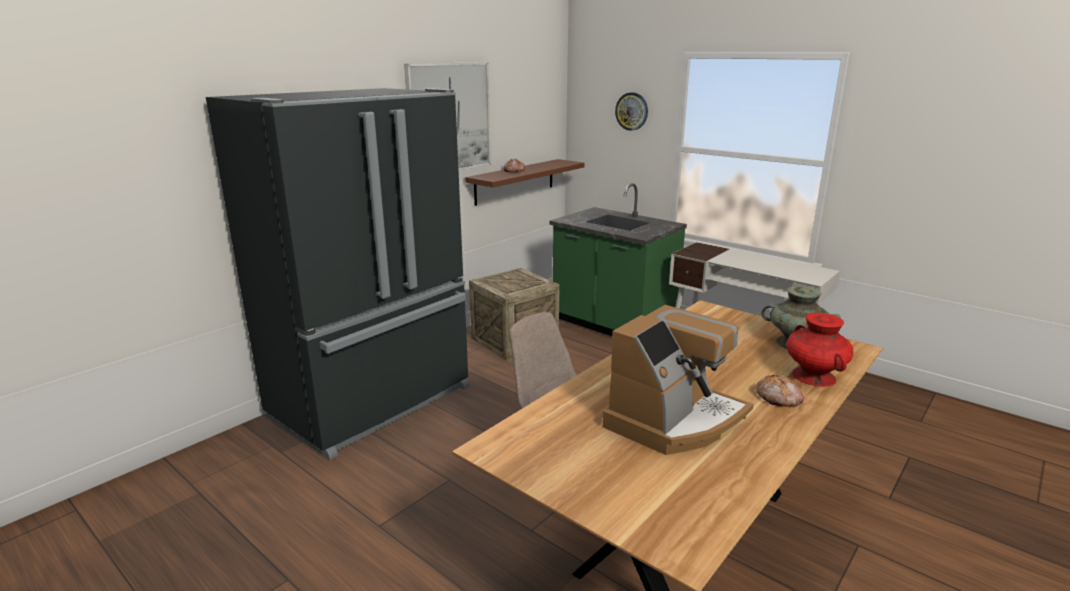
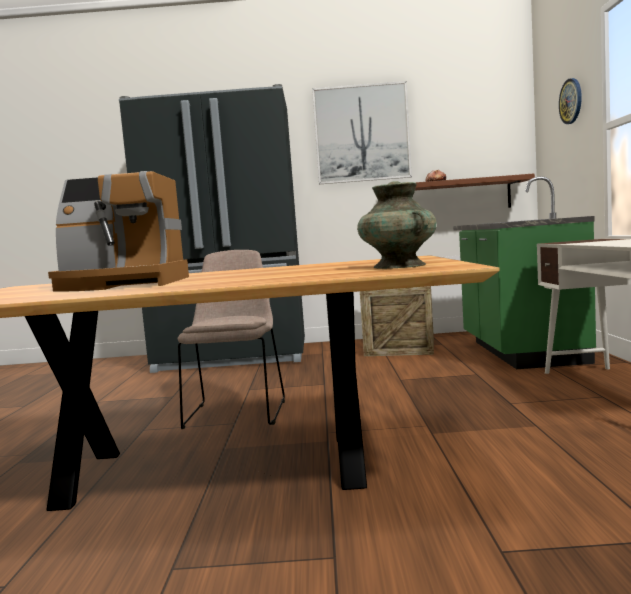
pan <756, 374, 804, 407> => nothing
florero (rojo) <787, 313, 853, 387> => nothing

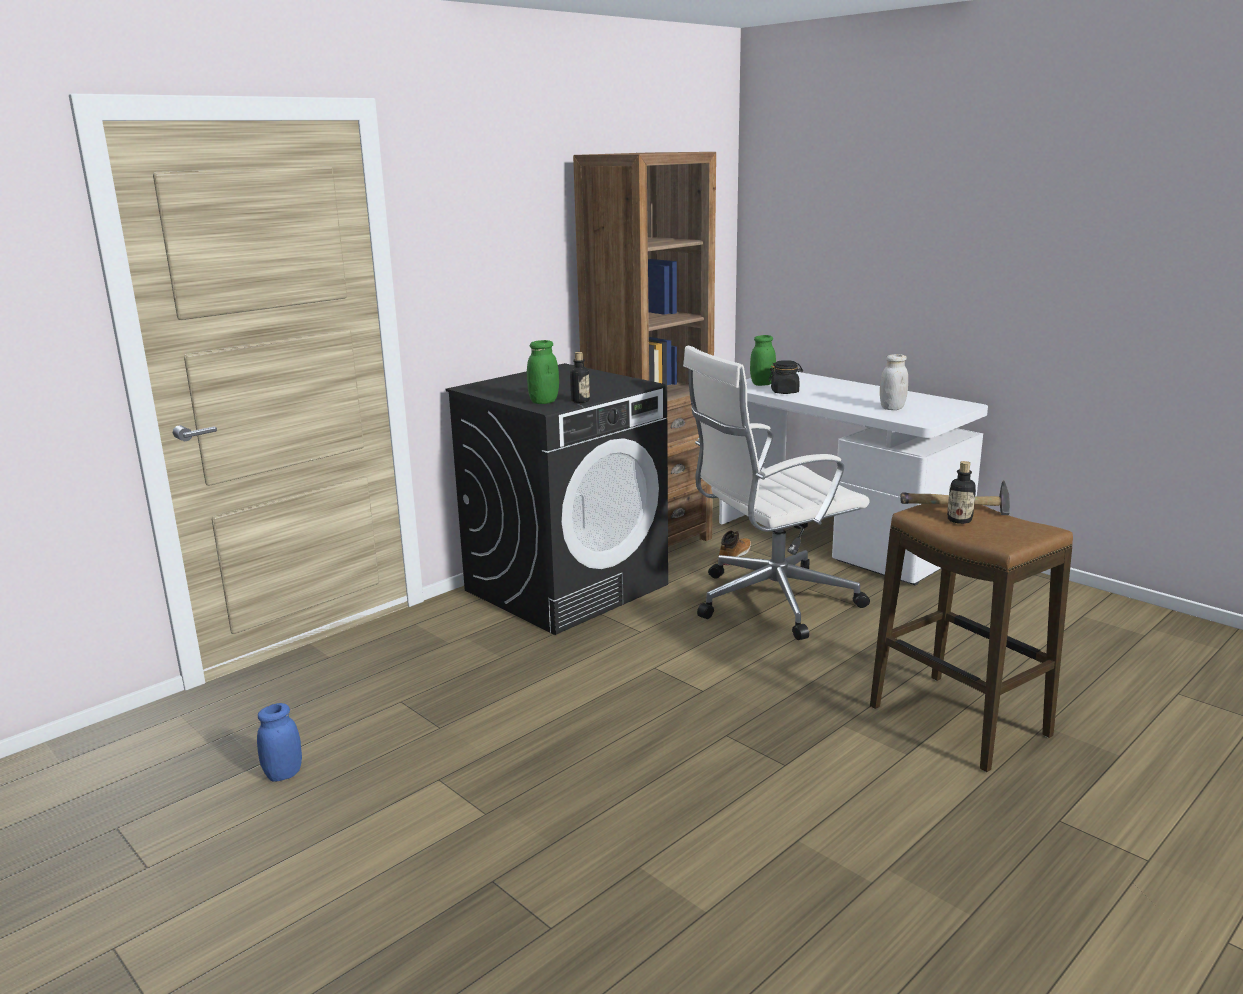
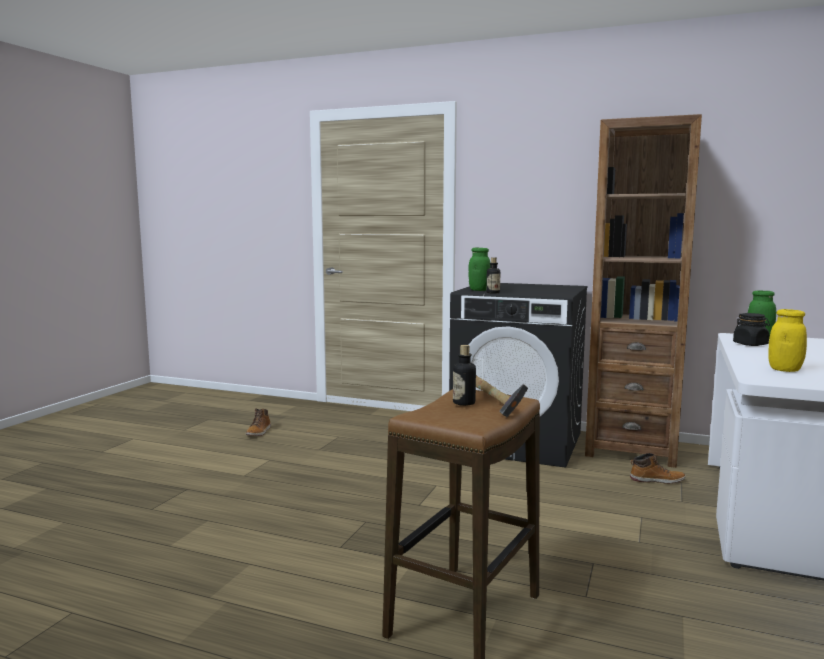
silla de oficina (blanco) <683, 346, 870, 640> => nothing
tarro (azul) <257, 703, 302, 782> => bota <246, 408, 271, 436>
tarro (blanco) <880, 354, 908, 410> => tarro (amarillo) <768, 309, 807, 372>

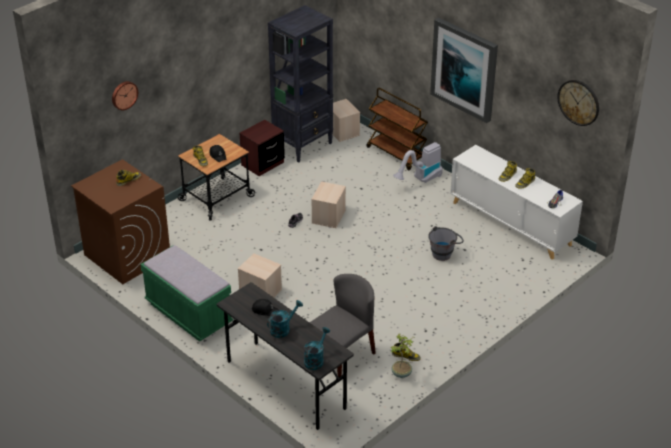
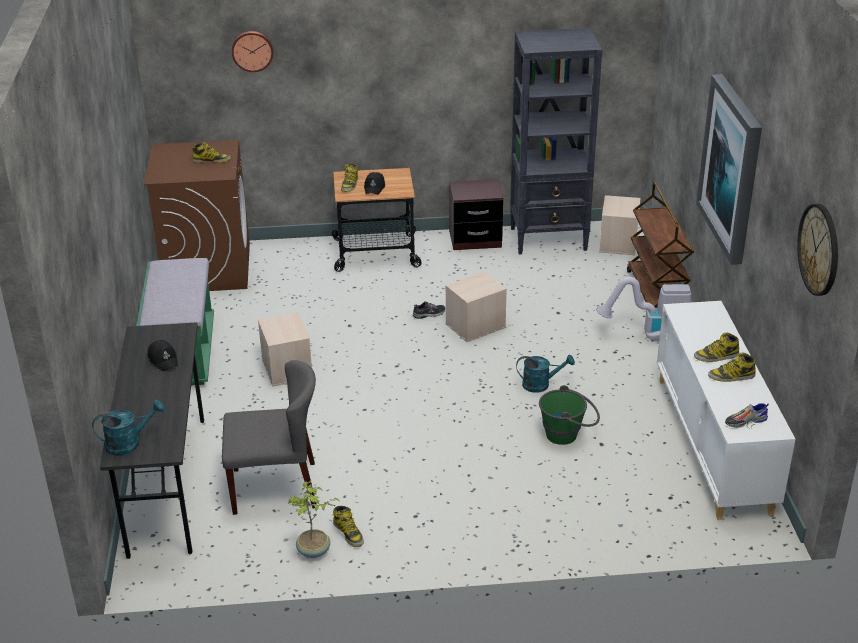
regadera (turquesa) <267, 300, 303, 338> => regadera (turquesa) <516, 355, 575, 393>, relocated
cubo (gris) <428, 226, 464, 261> => cubo (verde) <539, 385, 600, 445>

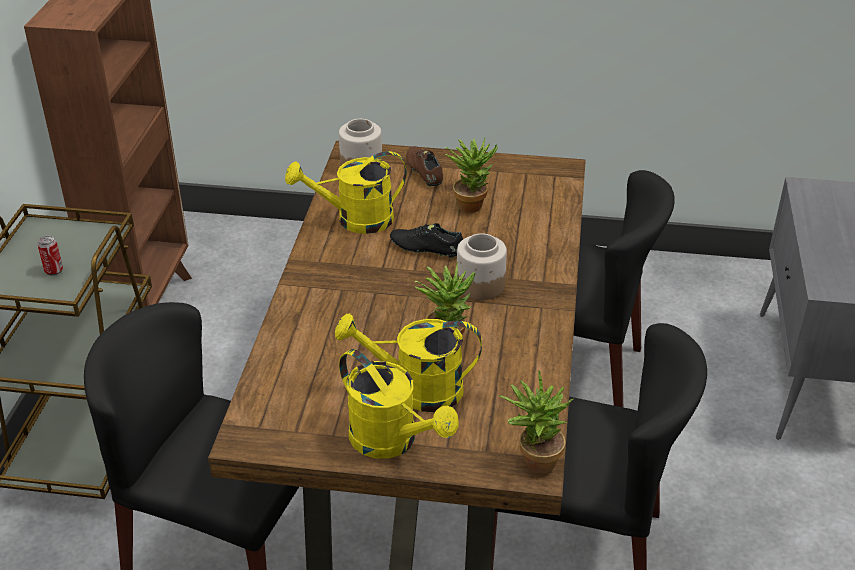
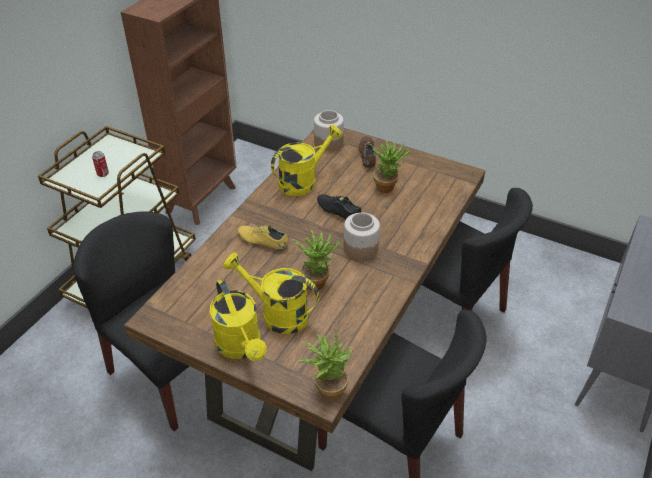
nothing => zapato (amarillo) <238, 225, 288, 252>
regadera (amarillo) <285, 151, 407, 234> => regadera (amarillo) <271, 125, 342, 196>, 135 degrees clockwise

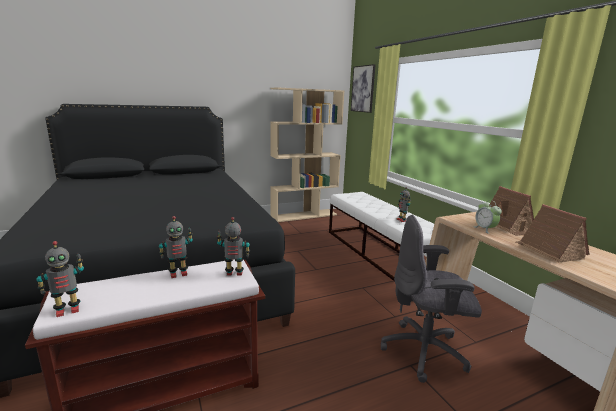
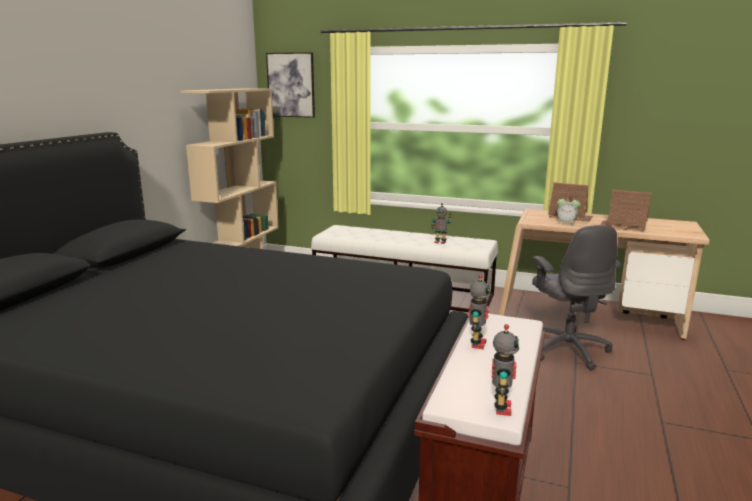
robot de juguete <217, 217, 250, 276> => nothing
silla de oficina (gris) <381, 215, 482, 383> => silla de oficina (gris) <532, 225, 621, 371>, 60 degrees counterclockwise

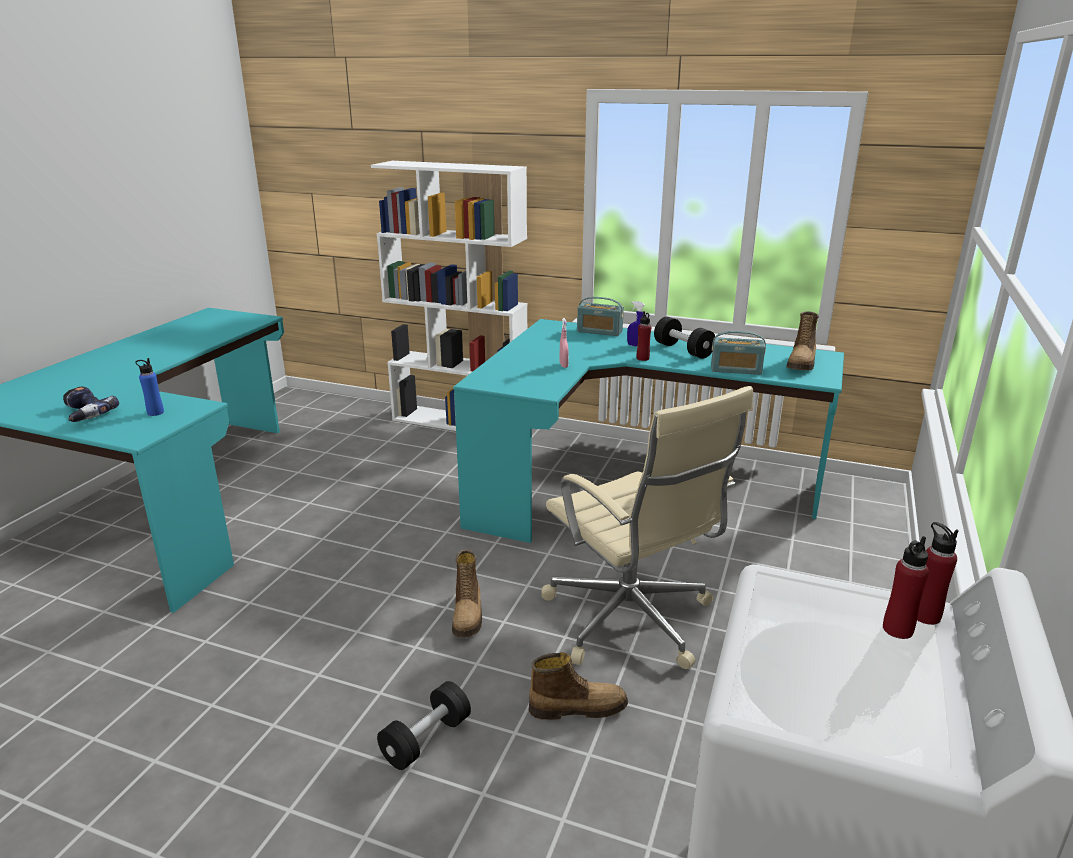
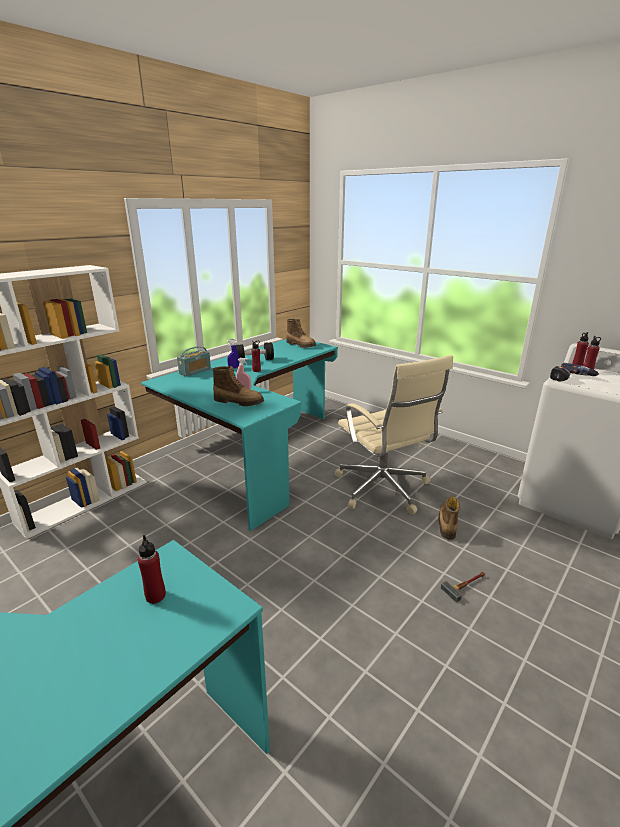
radio <711, 331, 766, 375> => nothing
taladro <63, 386, 119, 422> => taladro <550, 363, 599, 382>, relocated
bota <452, 549, 482, 638> => bota <212, 366, 264, 406>, relocated
mancuerna (negro) <377, 681, 471, 770> => martillo <440, 572, 485, 602>
botella (azul) <135, 358, 164, 416> => botella (rojo) <138, 535, 166, 604>
silla de oficina (beis) <541, 386, 753, 669> => silla de oficina (beis) <335, 355, 453, 514>, 75 degrees clockwise

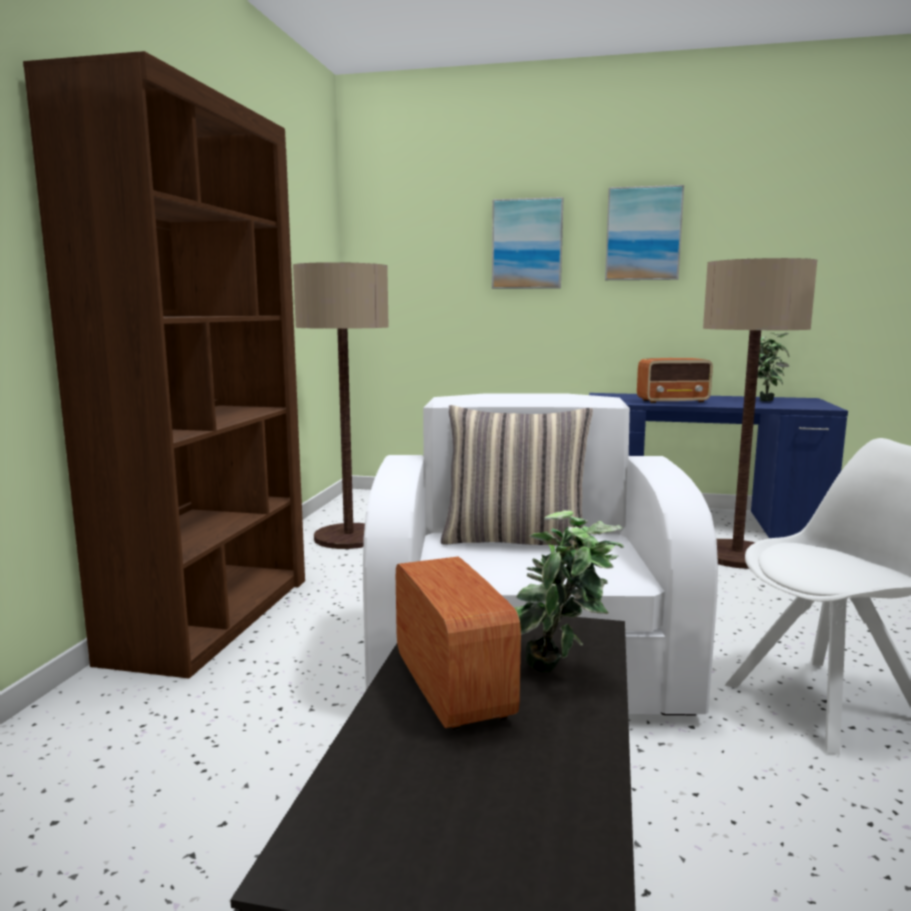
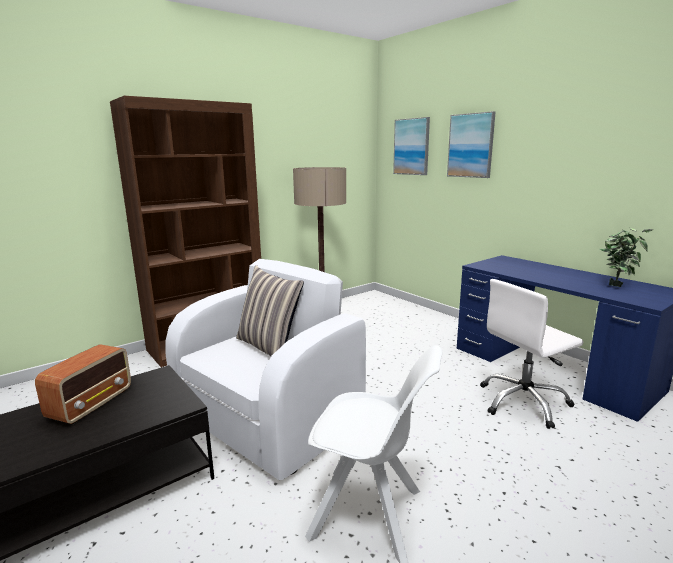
planta en maceta <515, 510, 624, 672> => nothing
radio <637, 358, 713, 403> => nothing
cuadro <605, 185, 684, 280> => cuadro <393, 117, 430, 175>, relocated
lámpara de pie <703, 258, 817, 569> => silla de oficina (blanco) <480, 279, 583, 429>

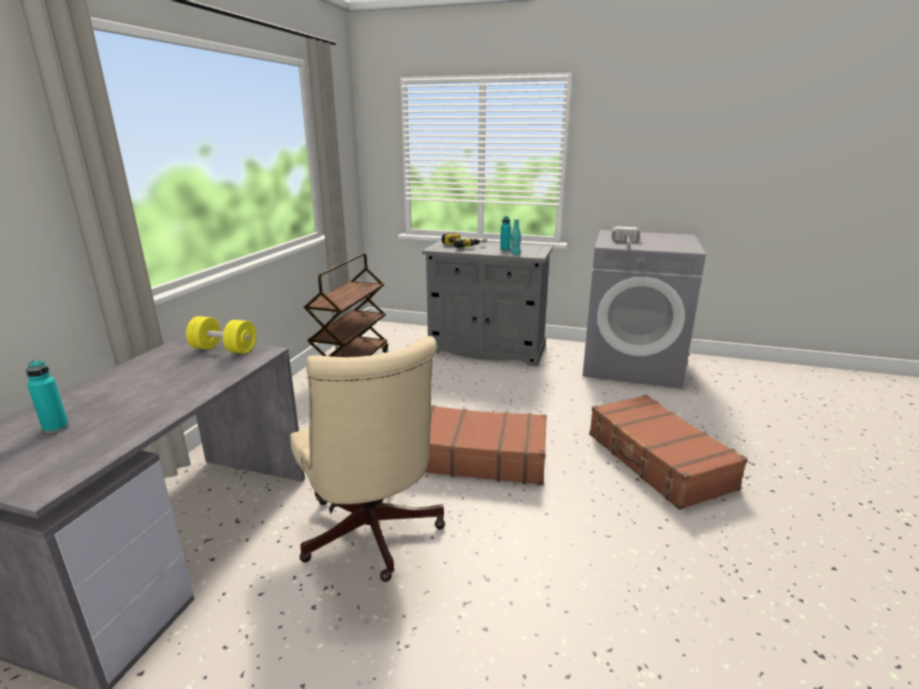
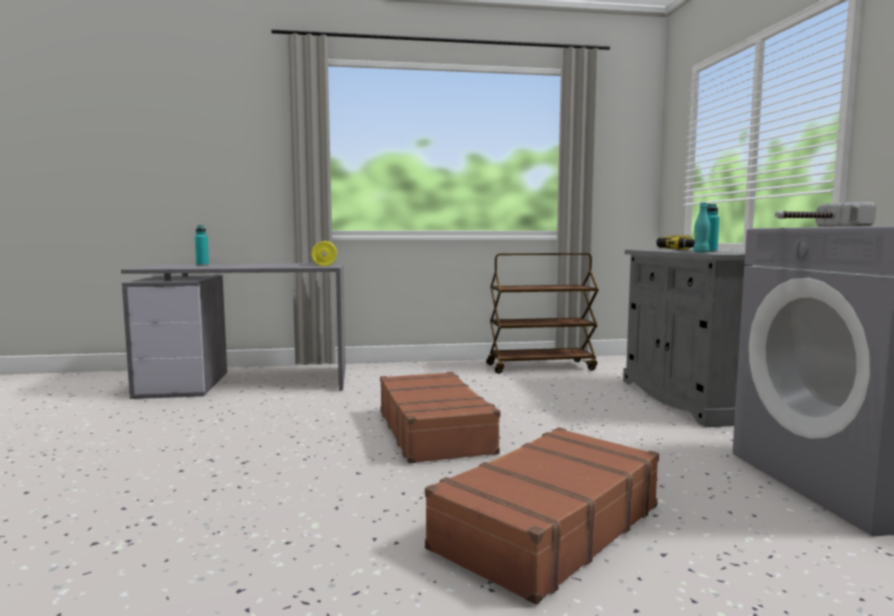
silla de oficina (beis) <290, 336, 445, 582> => nothing

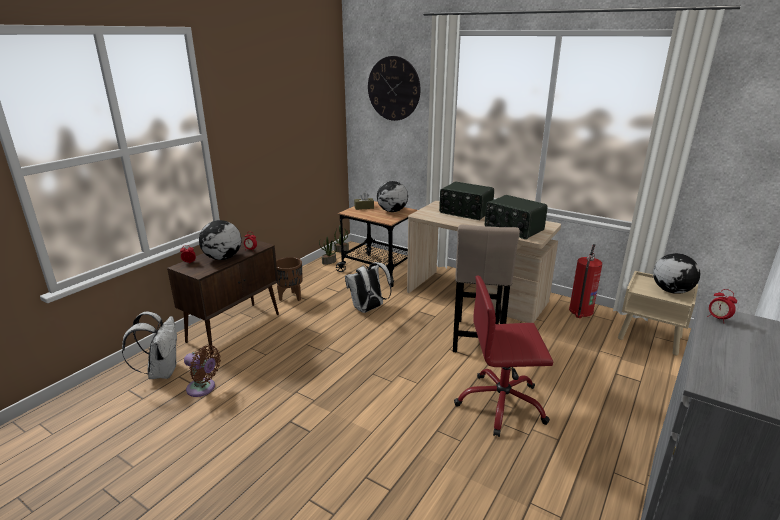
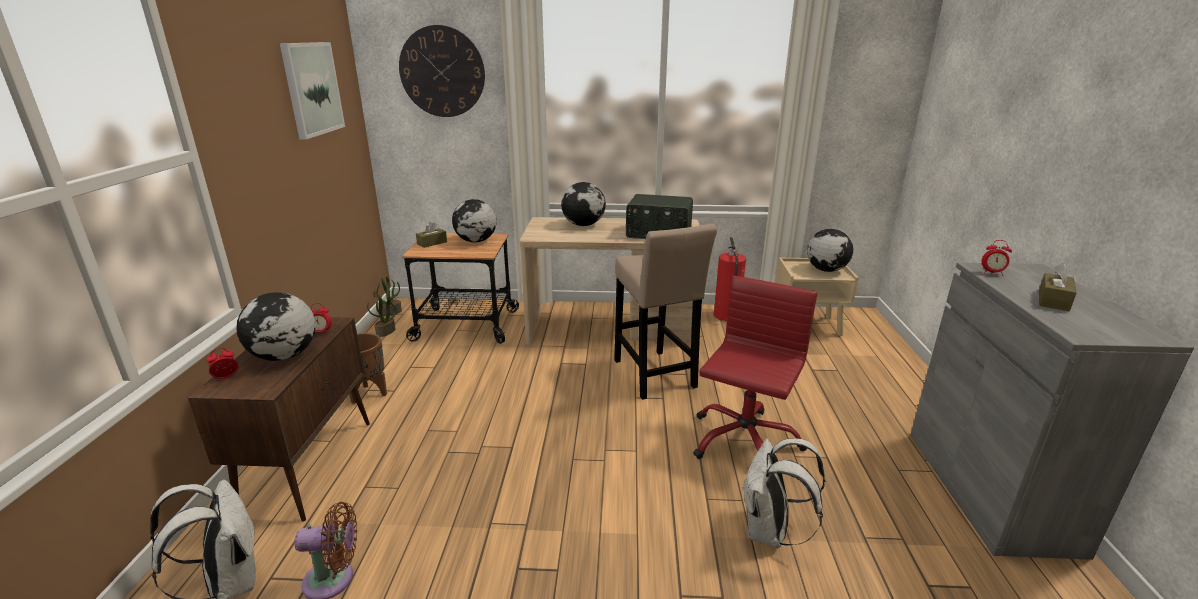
nothing => cuadro <280, 42, 345, 140>
nothing => caja de pañuelos (marrón) <1039, 263, 1076, 311>
mochila (blanco) <345, 262, 392, 313> => mochila (blanco) <742, 438, 825, 548>, relocated
radio <439, 182, 494, 220> => globo terráqueo <561, 182, 606, 226>
silla de oficina (rojo) <454, 276, 553, 437> => silla de oficina (rojo) <693, 276, 817, 459>, 150 degrees clockwise

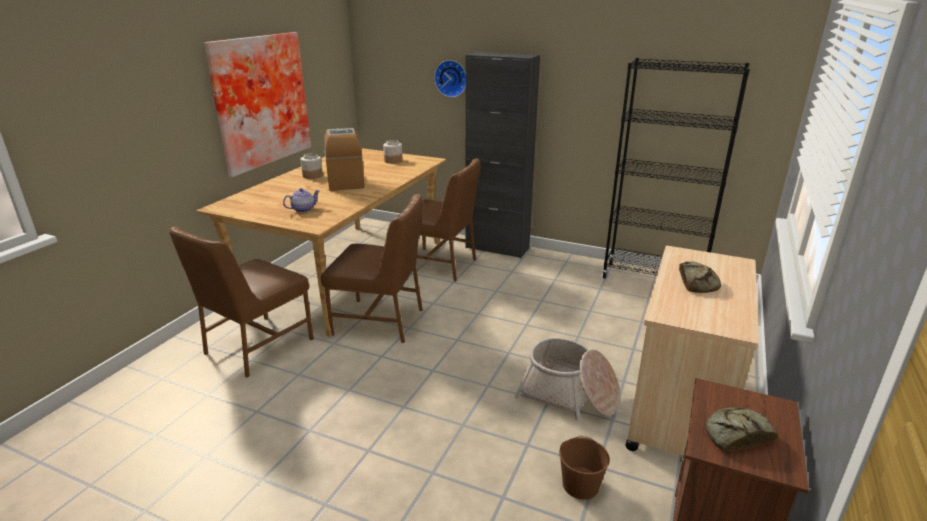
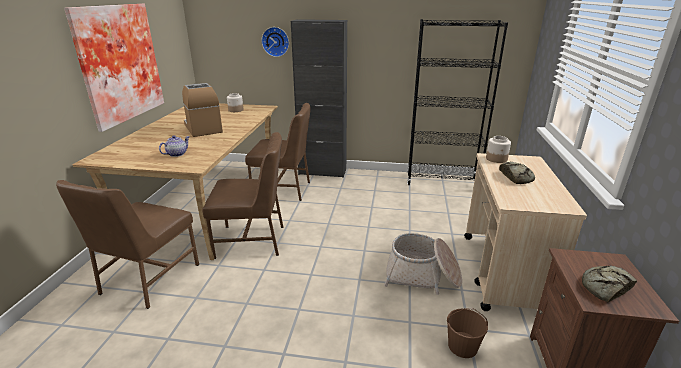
tarro <301, 153, 323, 179> => tarro <486, 136, 511, 163>, relocated

